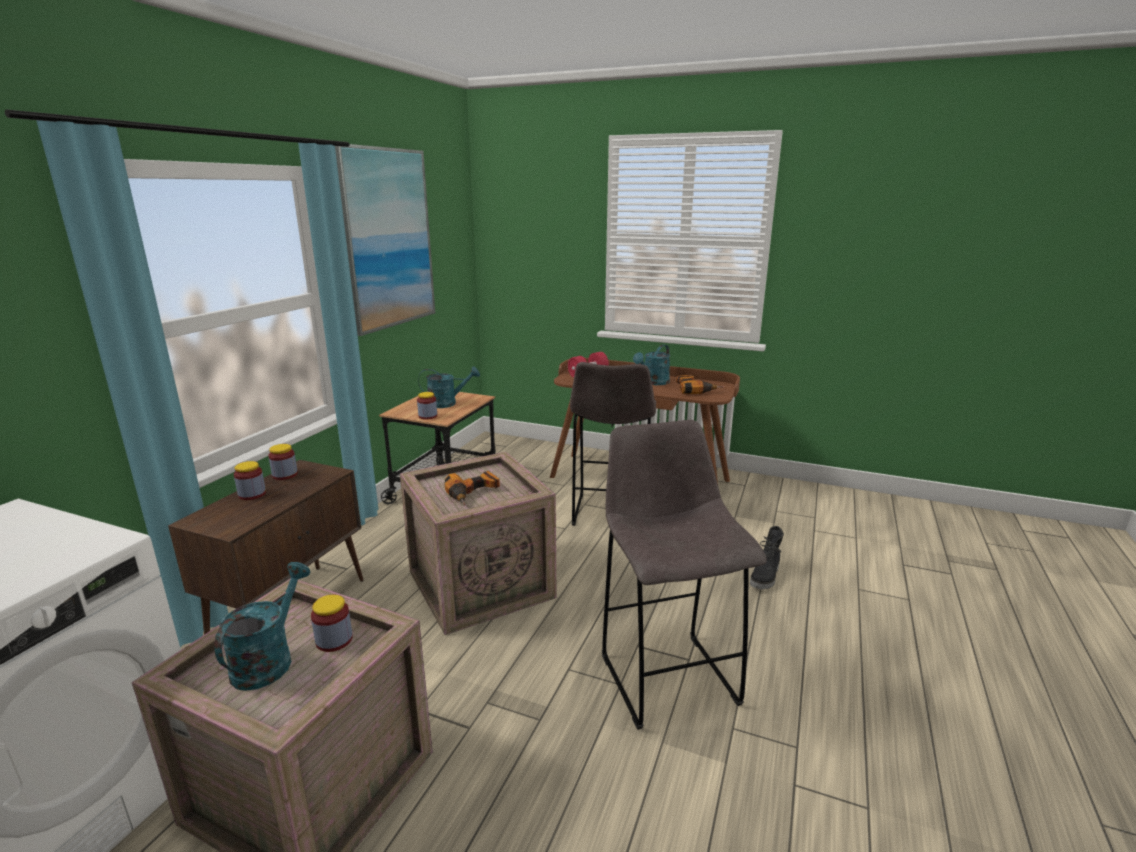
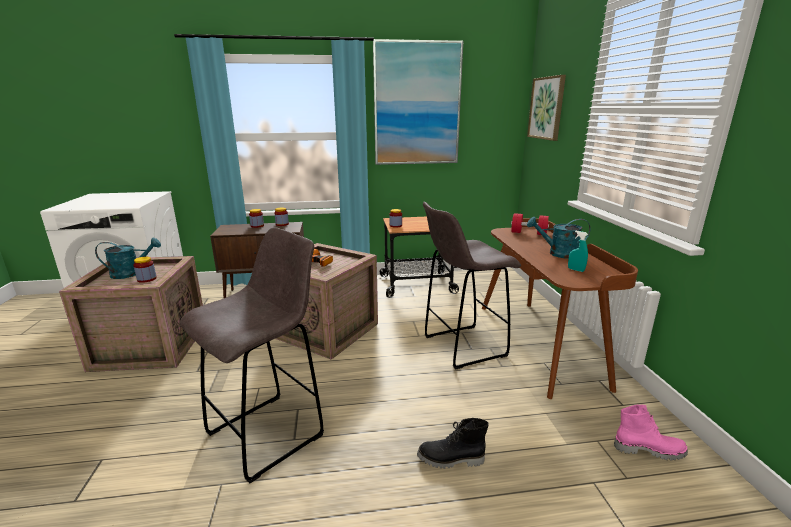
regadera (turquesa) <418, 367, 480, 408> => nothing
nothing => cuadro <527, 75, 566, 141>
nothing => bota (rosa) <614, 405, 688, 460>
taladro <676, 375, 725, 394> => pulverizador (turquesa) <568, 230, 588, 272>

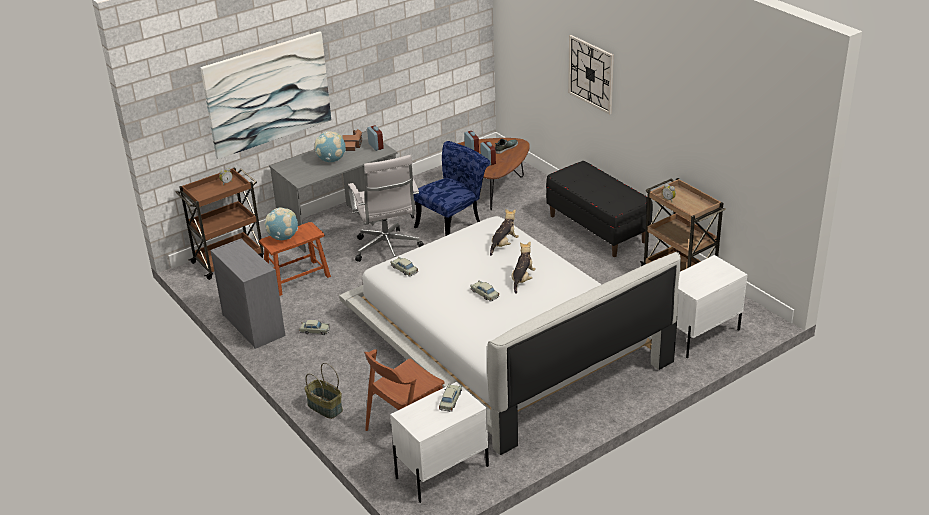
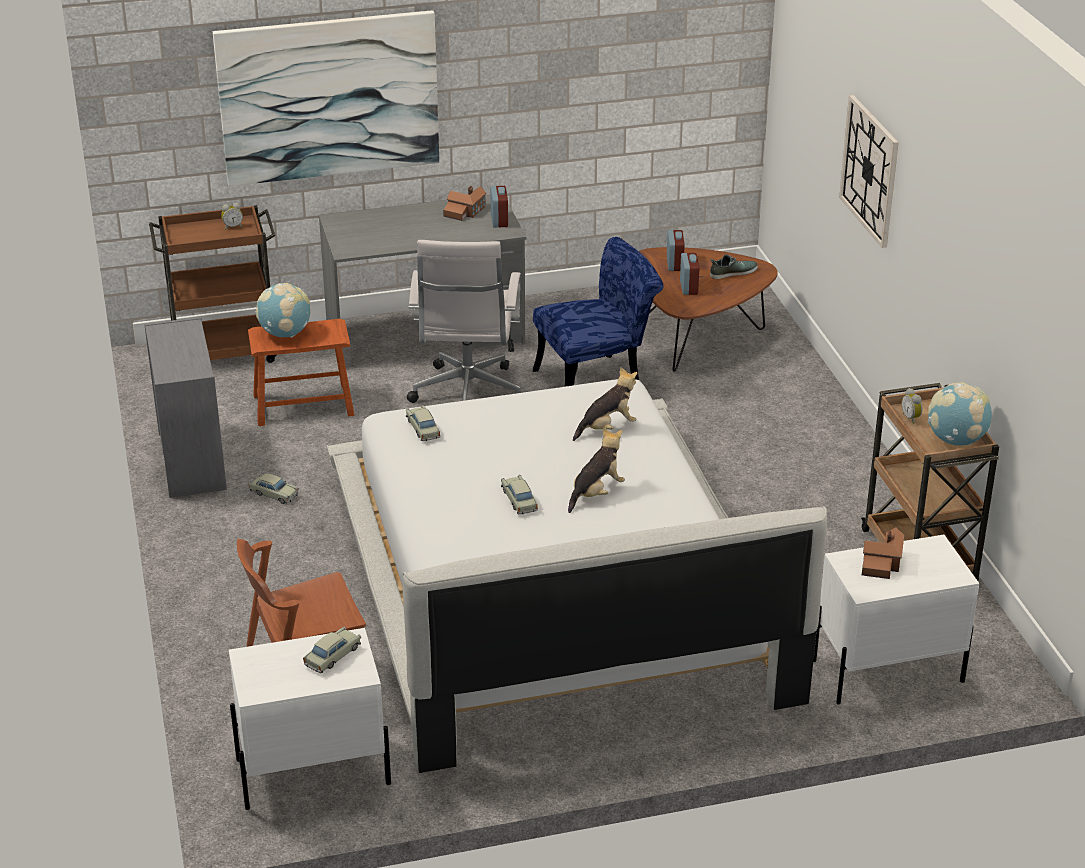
cesta <304, 363, 343, 419> => nothing
banco (negro) <546, 161, 653, 257> => nothing
nothing => casita <862, 528, 904, 579>
globo terráqueo <314, 131, 346, 162> => globo terráqueo <928, 382, 992, 446>, relocated

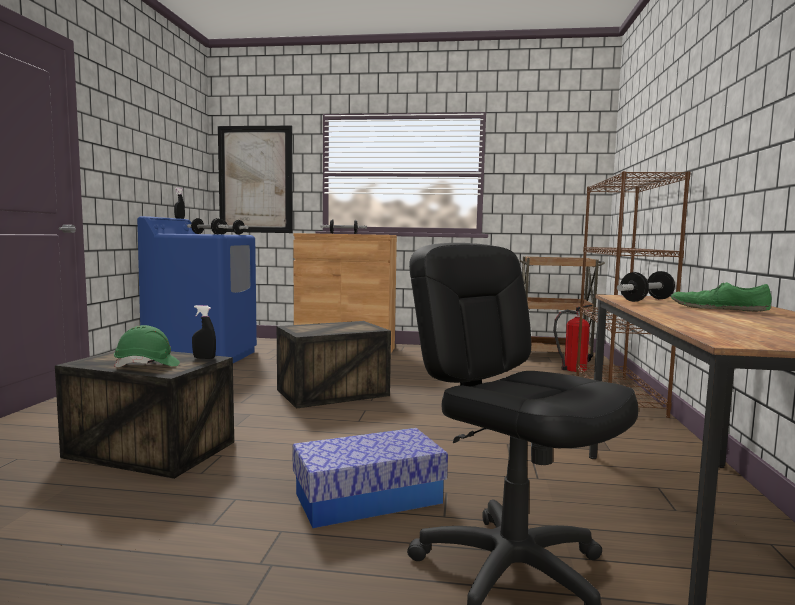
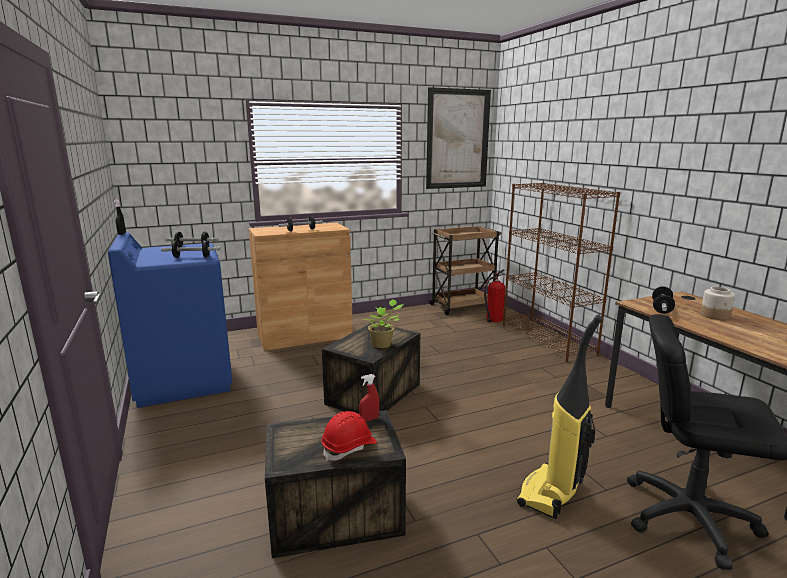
nothing => planta en maceta <363, 299, 403, 348>
cuadro <218, 125, 293, 233> => cuadro <426, 87, 491, 189>, relocated
caja de almacenaje <293, 428, 448, 528> => aspiradora <517, 315, 603, 519>
zapato (verde) <671, 282, 772, 311> => tarro <700, 287, 735, 320>
casco (verde) <114, 325, 180, 367> => casco (rojo) <321, 411, 377, 461>
pulverizador (negro) <192, 305, 216, 359> => pulverizador (rojo) <359, 374, 379, 422>

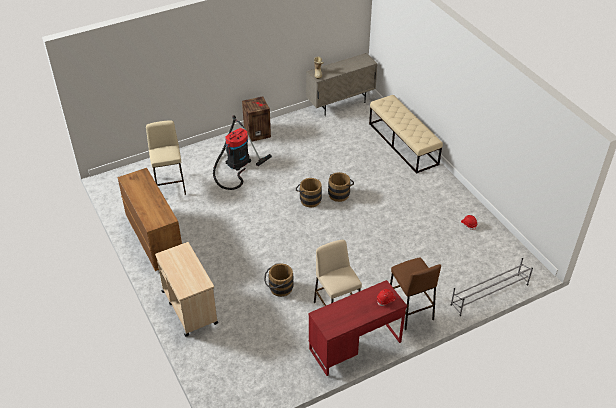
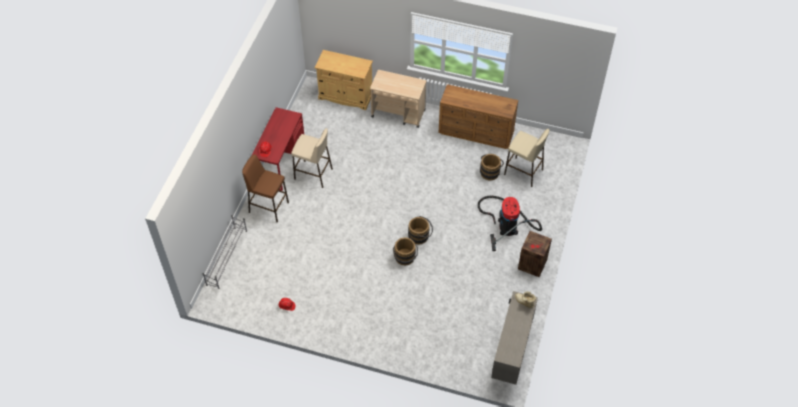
banco (beis) <369, 95, 443, 174> => nothing
nothing => armario (beis) <314, 50, 373, 110>
cubo (marrón) <264, 264, 294, 297> => cubo (marrón) <480, 154, 504, 180>, relocated

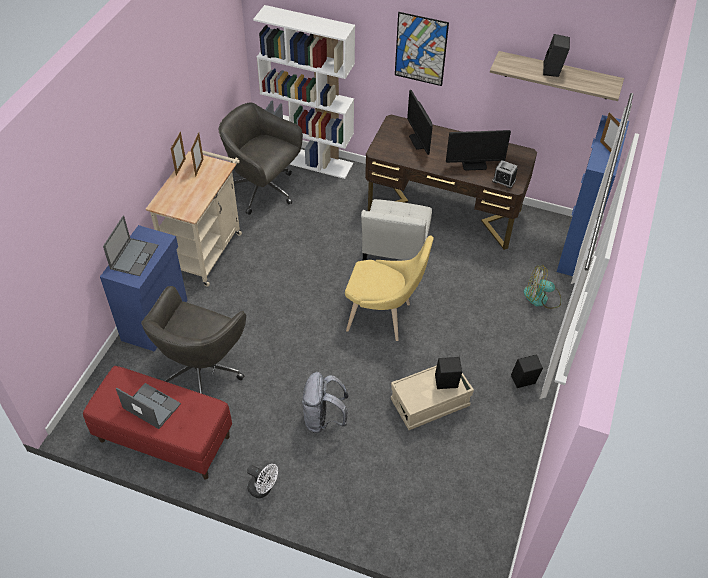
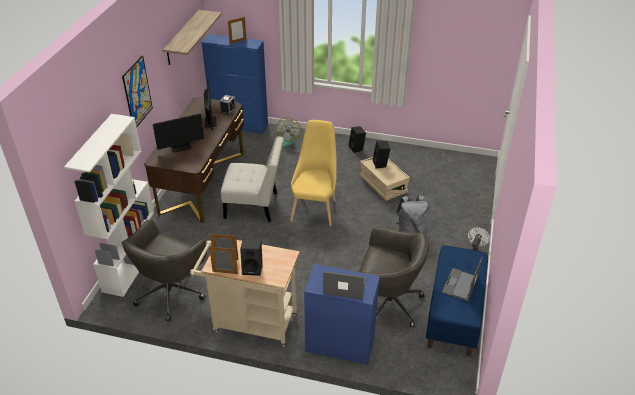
altavoz (negro) <543, 34, 570, 77> => altavoz (negro) <240, 240, 263, 276>, relocated
banco (rojo) <83, 366, 232, 480> => banco (azul) <426, 245, 488, 356>

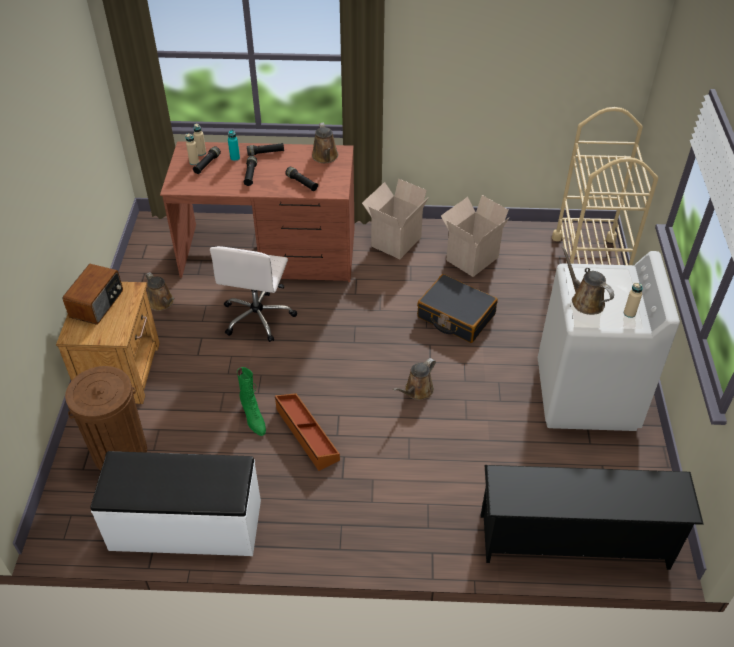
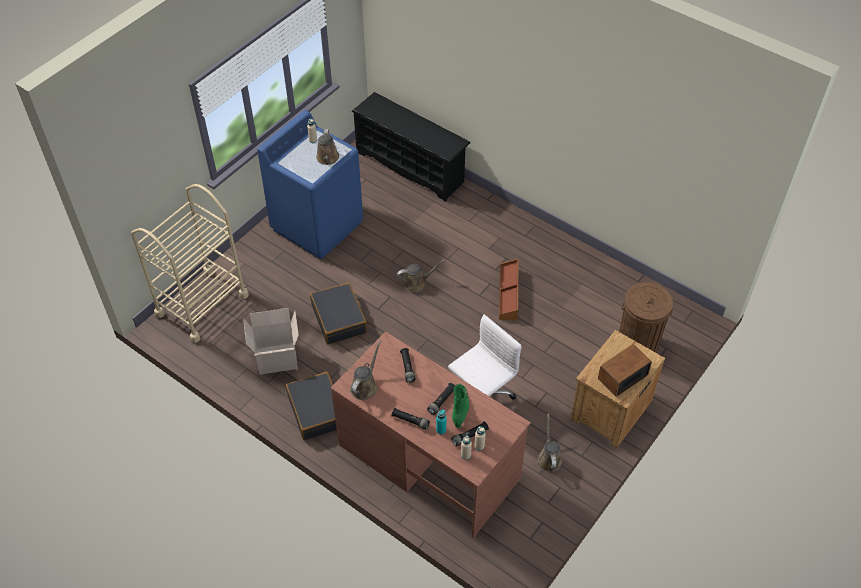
banco (blanco) <90, 451, 261, 556> => nothing
bota (verde) <237, 367, 266, 436> => bota (verde) <452, 383, 469, 428>, relocated
caja de cartón <362, 179, 429, 259> => maleta (negro) <286, 372, 337, 440>
lavadora (blanco) <538, 251, 680, 431> => lavadora (azul) <257, 110, 363, 259>

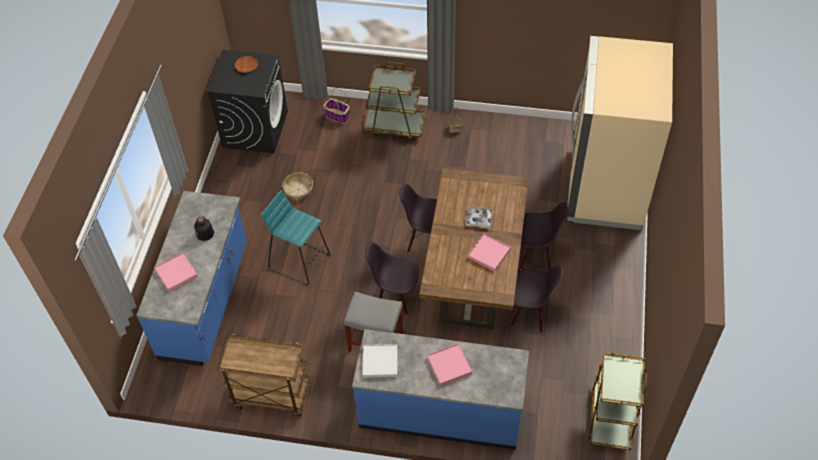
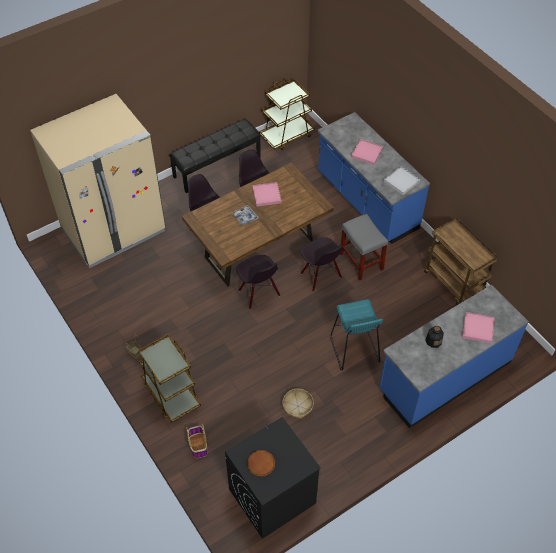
nothing => banco (negro) <169, 119, 261, 193>

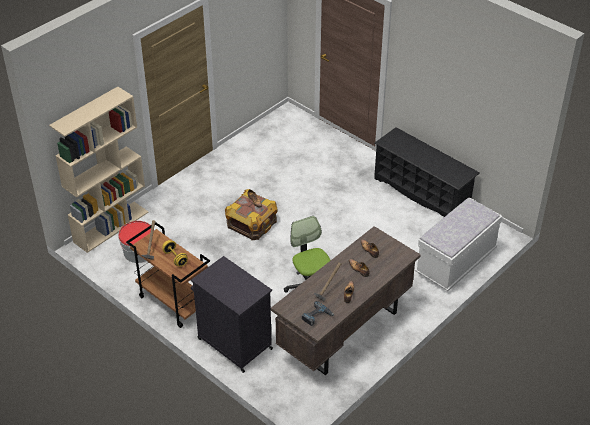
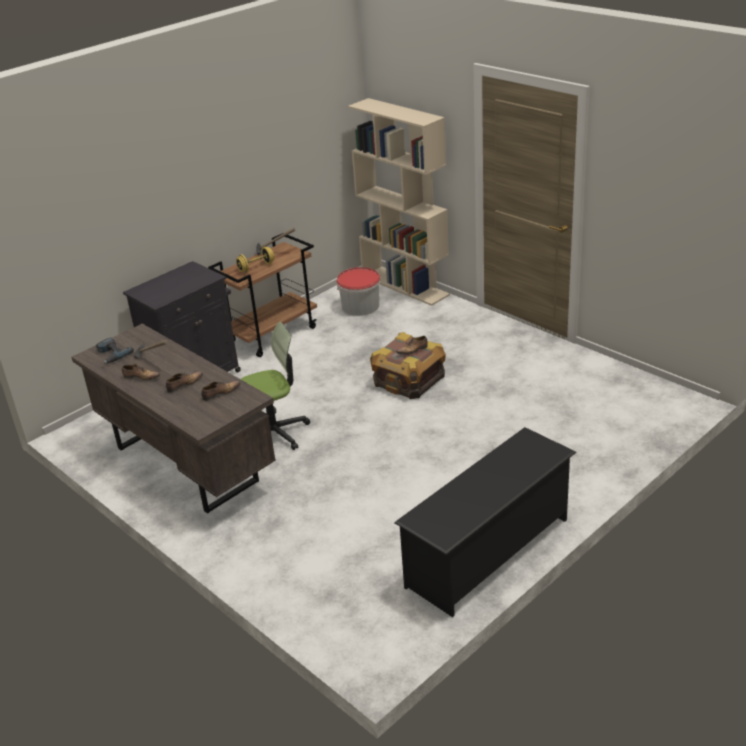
banco (blanco) <415, 198, 503, 291> => nothing

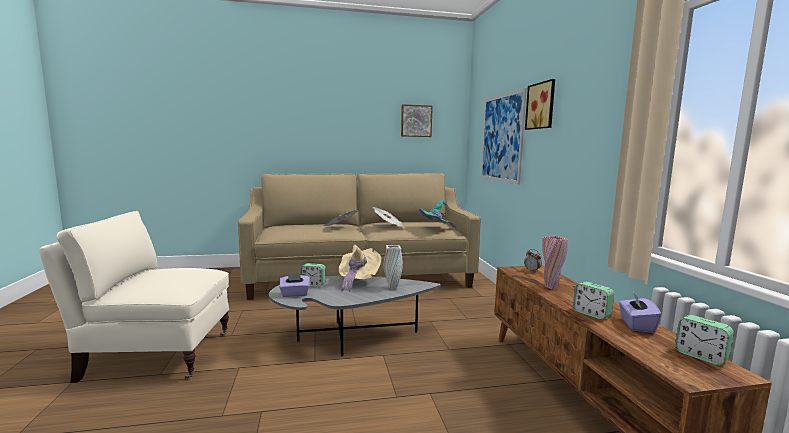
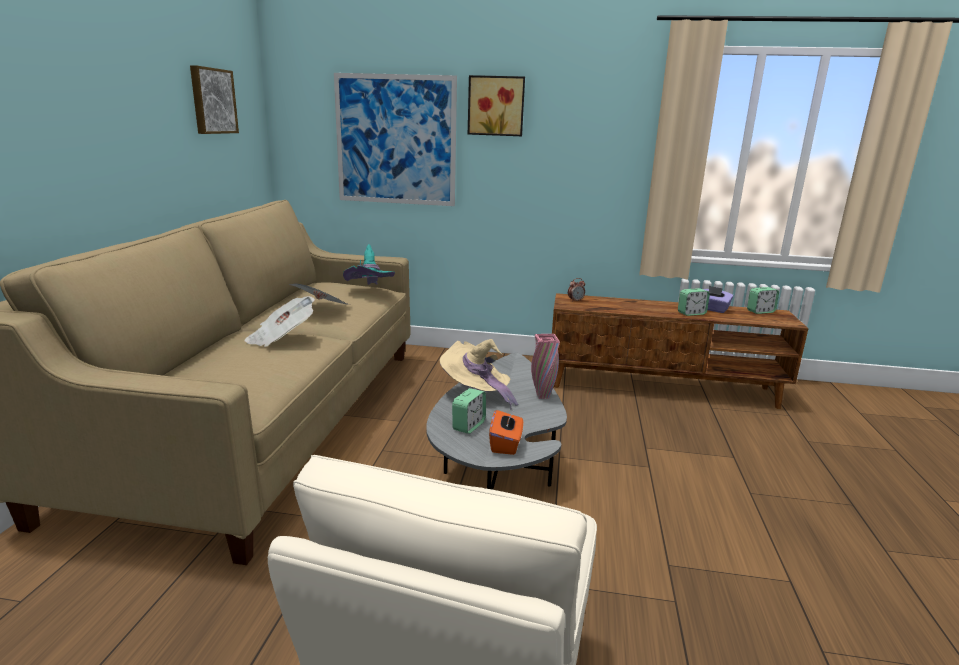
florero (blanco) <384, 245, 403, 290> => nothing
florero (rosa) <542, 236, 569, 289> => florero (rosa) <531, 334, 560, 399>, relocated
caja de pañuelos (morado) <279, 274, 310, 297> => caja de pañuelos (naranja) <489, 409, 523, 455>

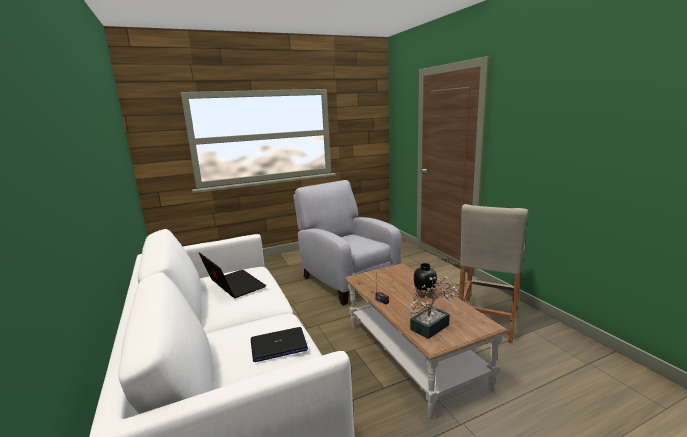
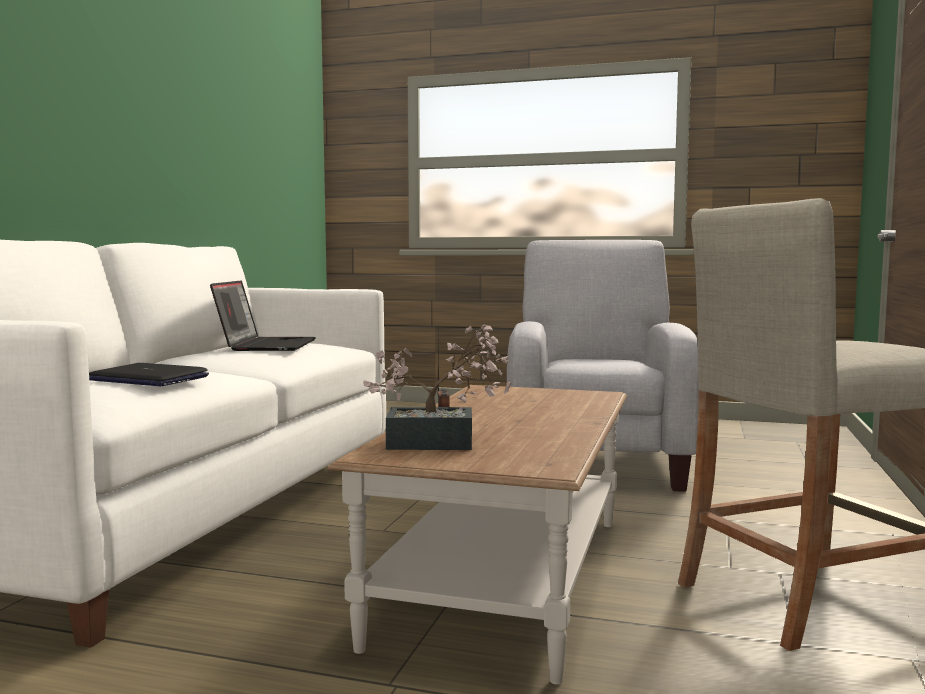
florero (negro) <414, 263, 437, 298> => nothing

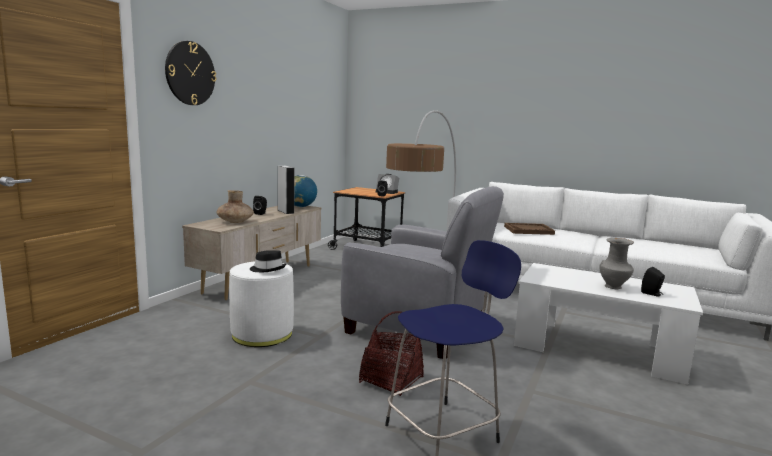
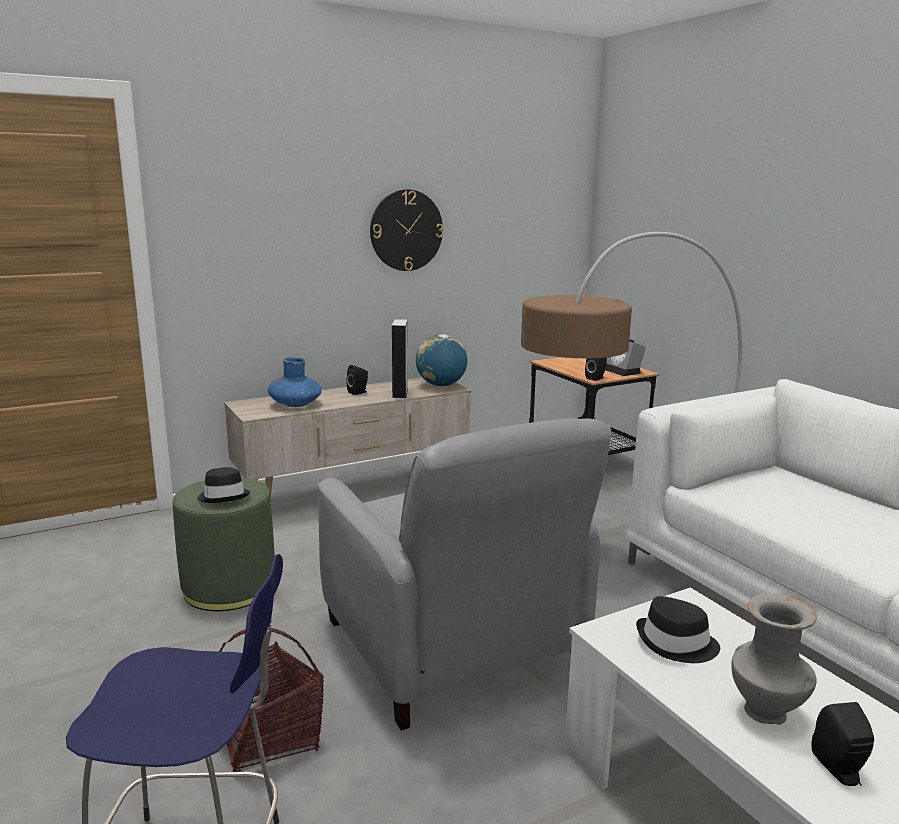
bandeja (marrón) <504, 223, 555, 235> => nothing
nothing => sombrero (negro) <636, 596, 720, 663>
reloj de pared <165, 41, 216, 105> => reloj de pared <370, 189, 444, 271>, relocated
florero (marrón) <217, 190, 254, 223> => florero (azul) <268, 357, 322, 407>
puf (blanco) <229, 261, 294, 347> => puf (verde) <173, 478, 275, 611>

